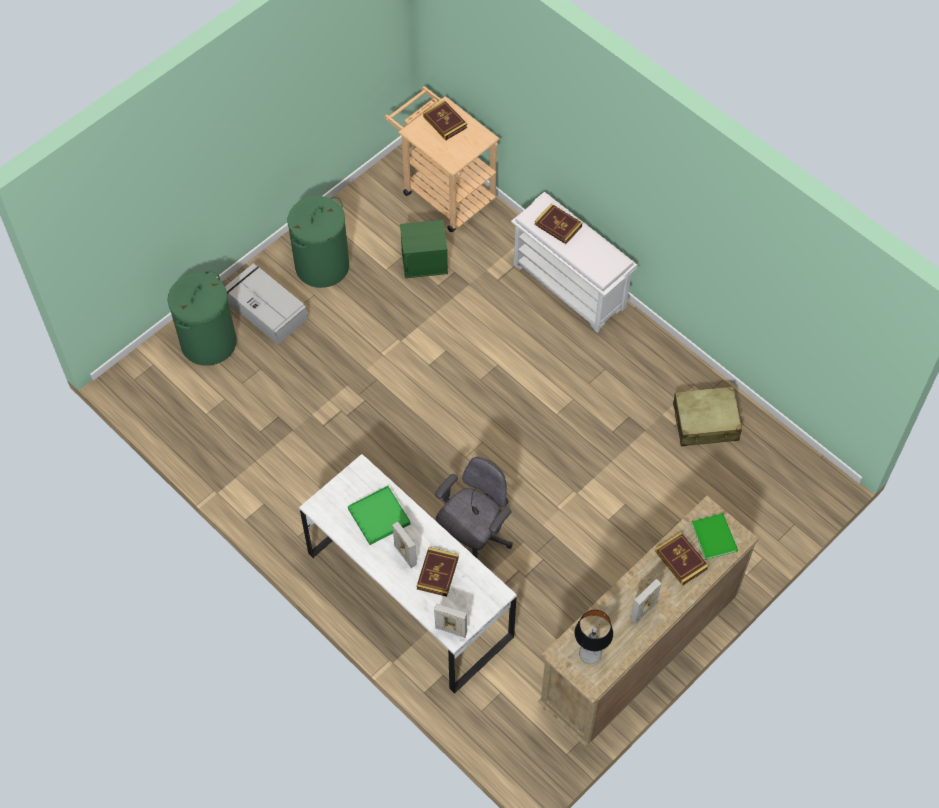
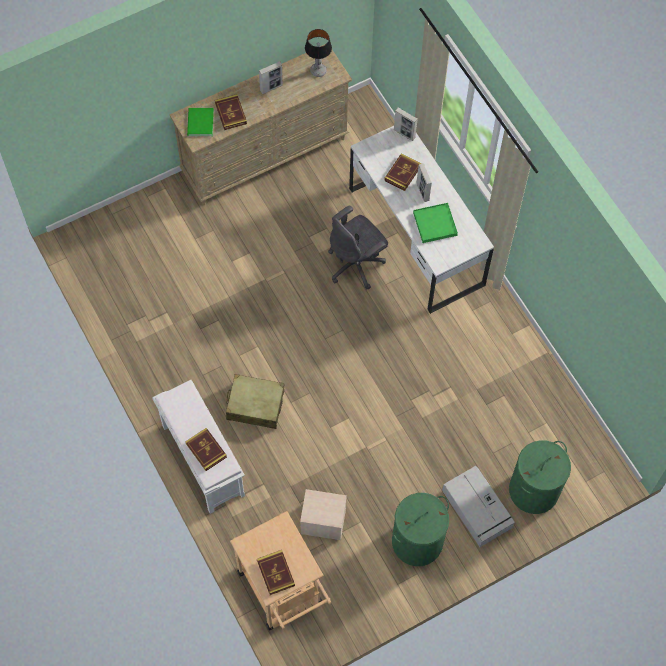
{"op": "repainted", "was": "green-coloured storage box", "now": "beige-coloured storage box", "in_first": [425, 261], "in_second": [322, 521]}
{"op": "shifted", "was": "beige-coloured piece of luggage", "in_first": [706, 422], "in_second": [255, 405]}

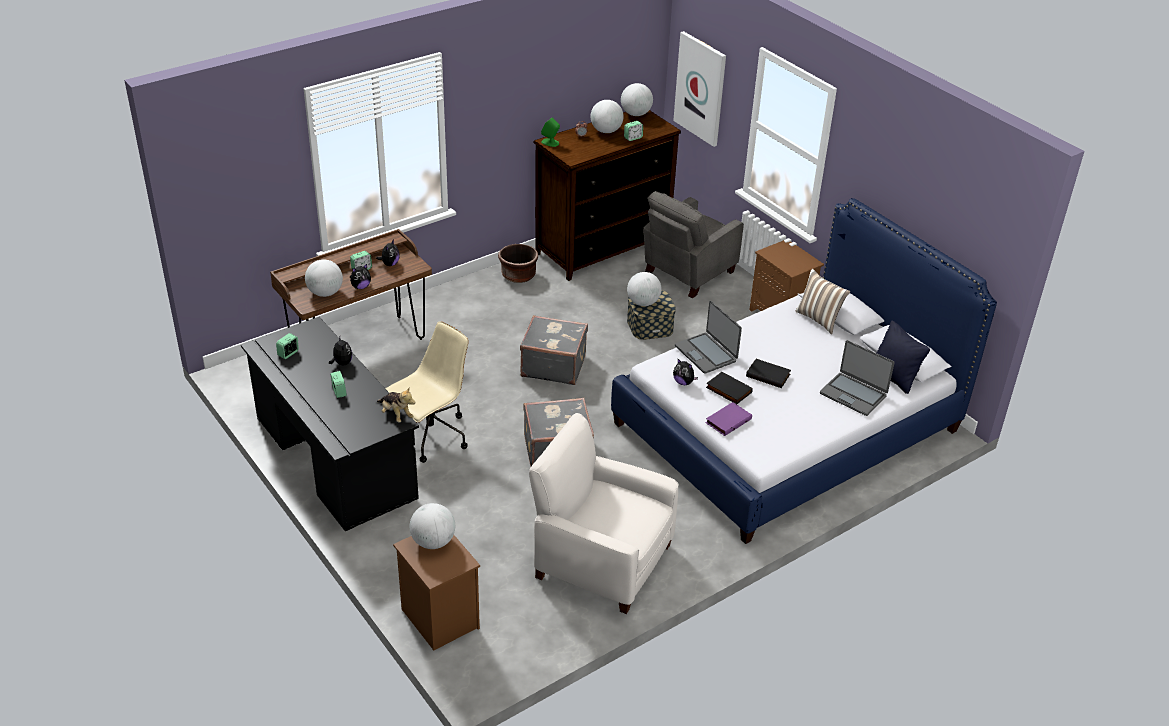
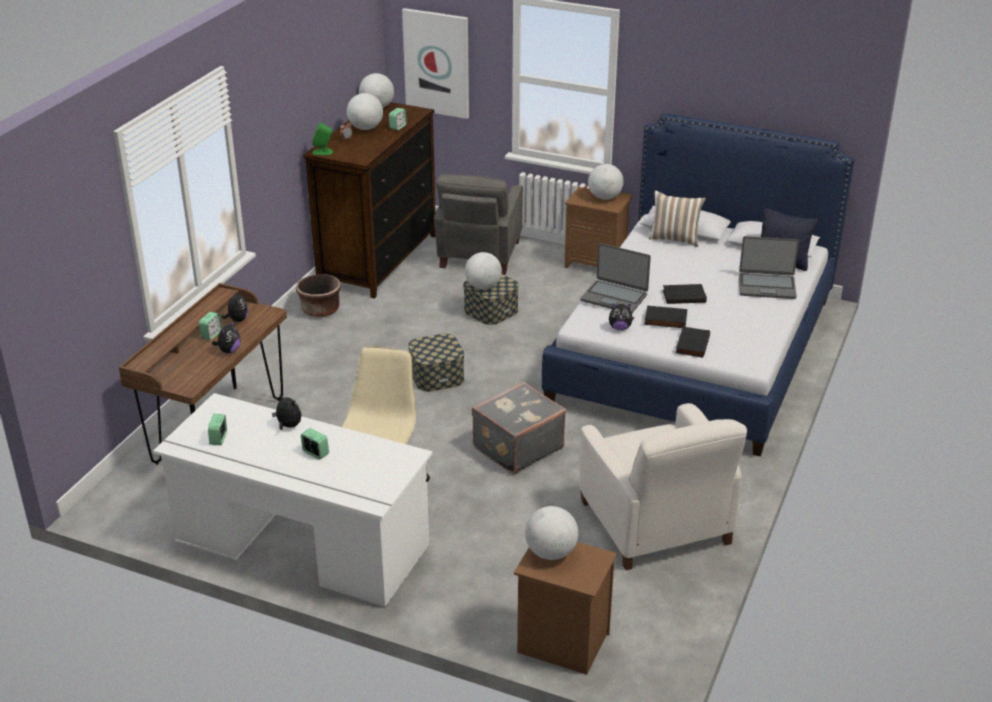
{"op": "repainted", "was": "blackish desk", "now": "whitish desk", "in_first": [335, 459], "in_second": [302, 545]}
{"op": "shifted", "was": "globe", "in_first": [325, 293], "in_second": [605, 197]}
{"op": "gone", "was": "soft toy", "in_first": [396, 414]}
{"op": "swapped", "was": "grey piece of luggage", "now": "storage box", "in_first": [553, 365], "in_second": [436, 376]}
{"op": "rotated", "was": "whitish lounge chair", "in_first": [601, 560], "in_second": [656, 523], "clockwise": -105}
{"op": "repainted", "was": "purple book", "now": "blackish book", "in_first": [728, 420], "in_second": [691, 344]}

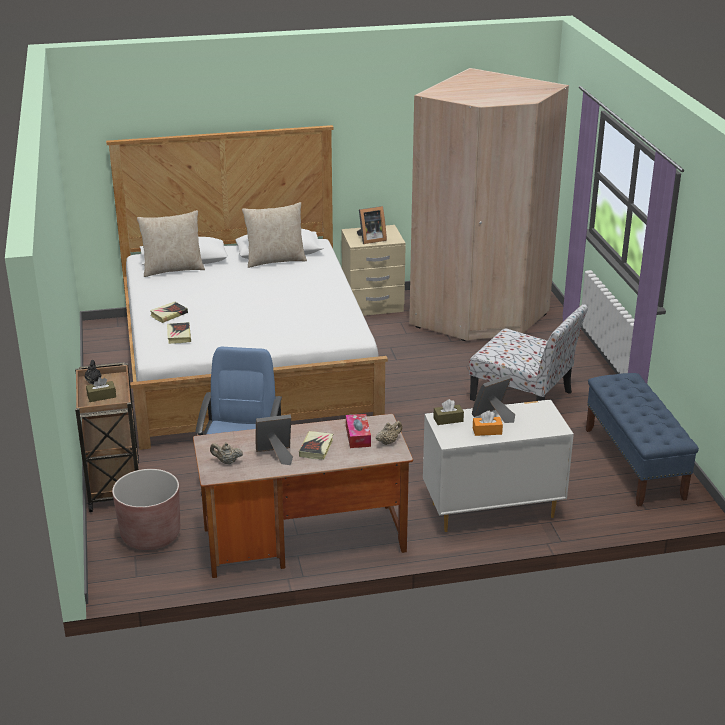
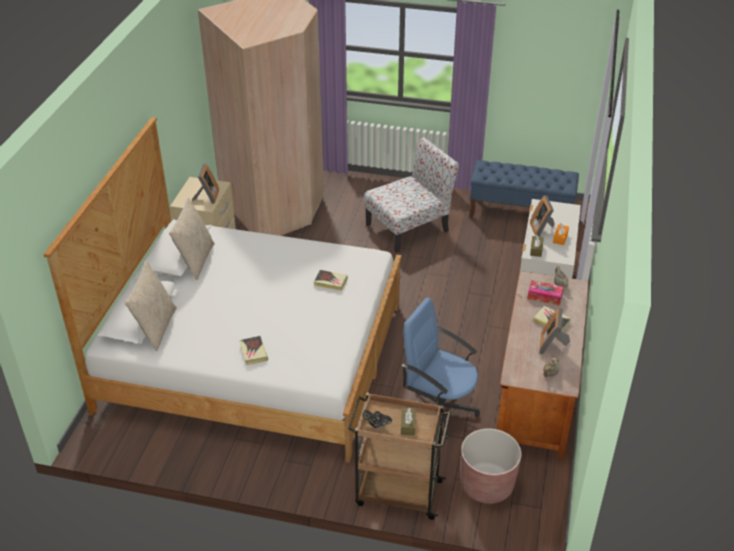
{"op": "shifted", "was": "book", "in_first": [179, 335], "in_second": [330, 282]}

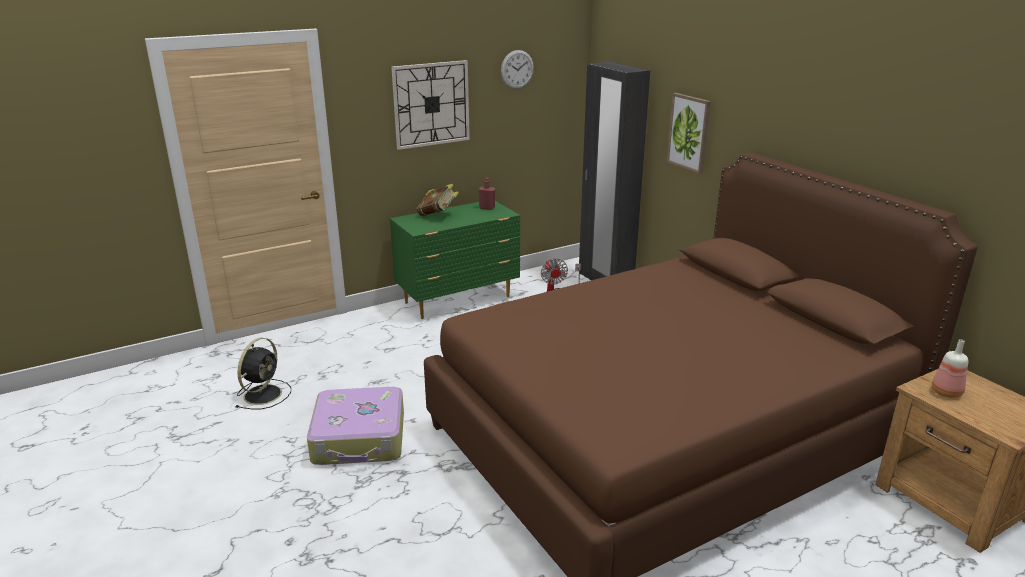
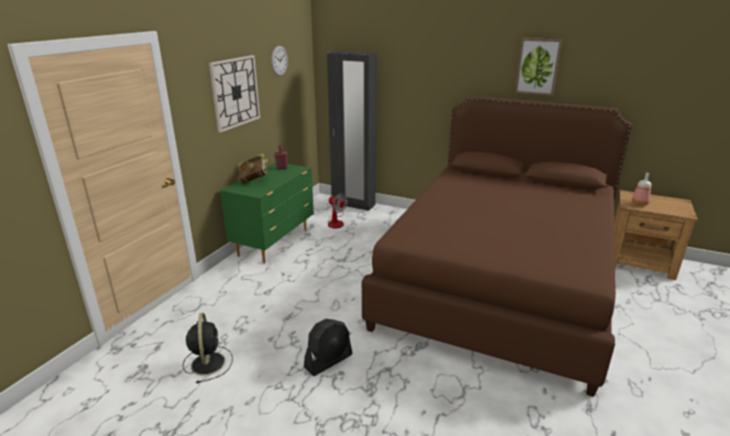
{"op": "swapped", "was": "piece of luggage", "now": "blackish electric fan", "in_first": [360, 438], "in_second": [328, 361]}
{"op": "shifted", "was": "picture", "in_first": [689, 132], "in_second": [537, 66]}

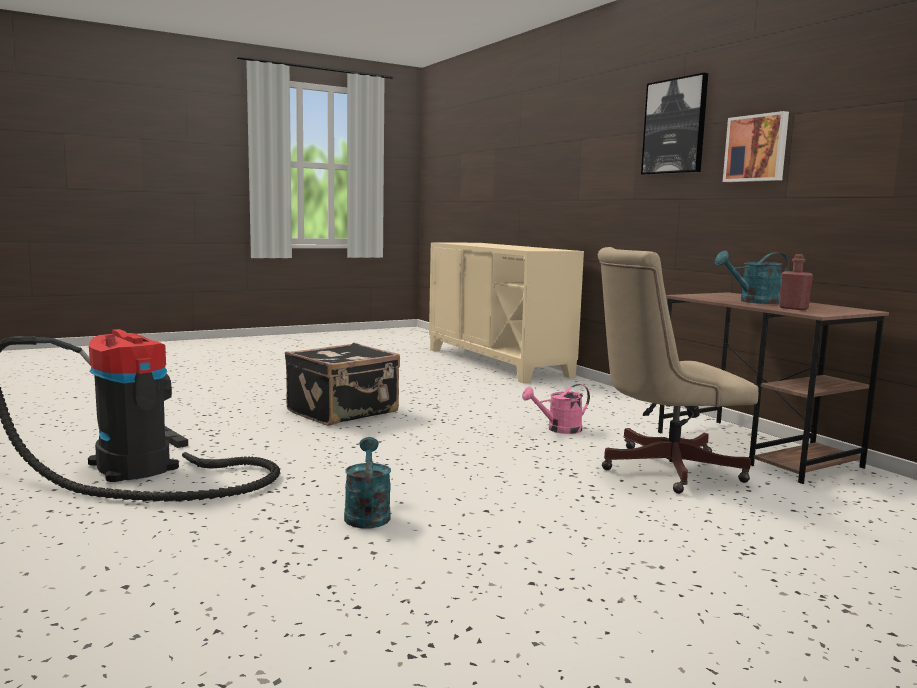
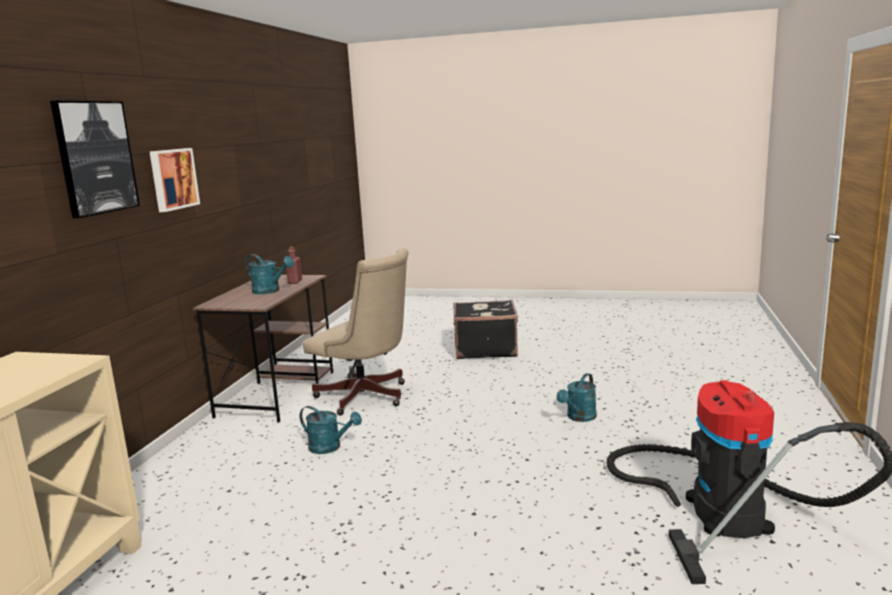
{"op": "shifted", "was": "blackish piece of luggage", "in_first": [344, 412], "in_second": [485, 349]}
{"op": "repainted", "was": "pink-coloured watering pot", "now": "turquoise watering pot", "in_first": [558, 429], "in_second": [330, 447]}

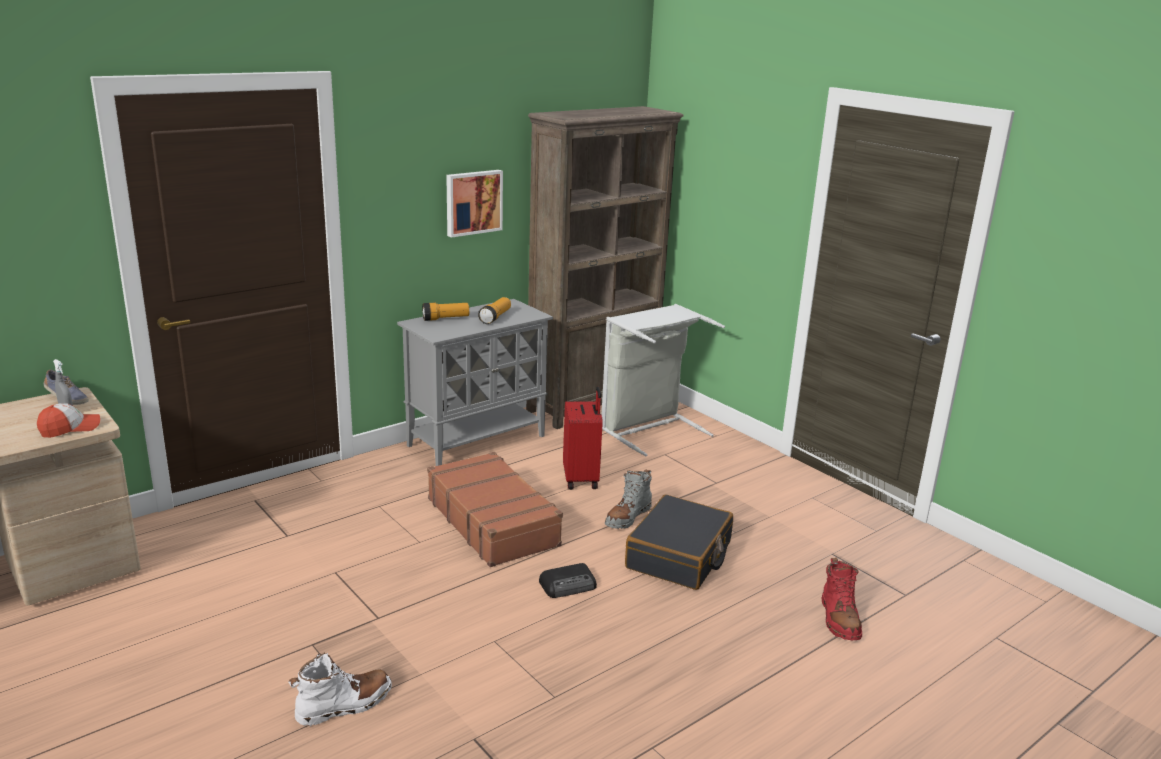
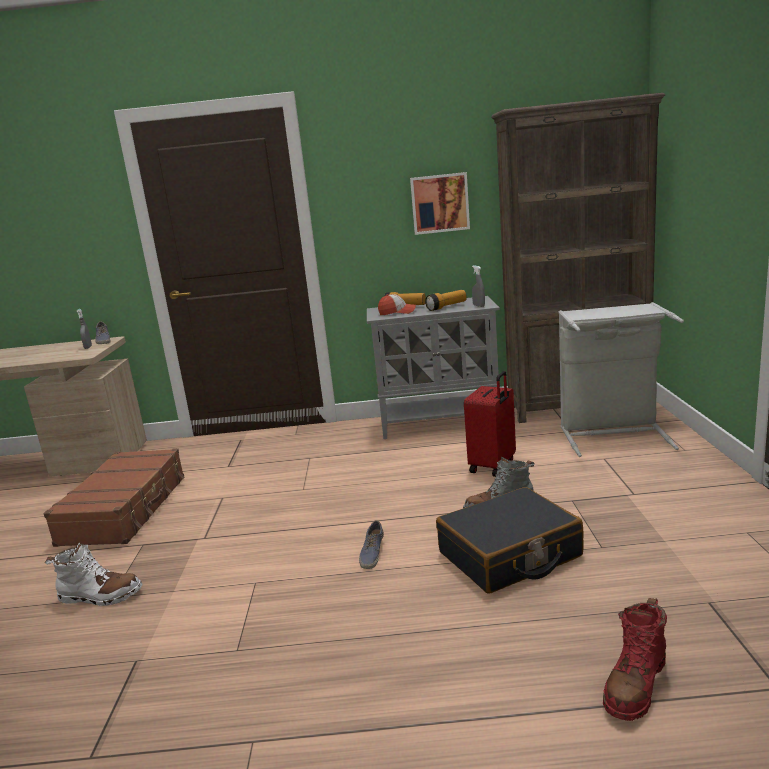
{"op": "shifted", "was": "cap", "in_first": [70, 428], "in_second": [397, 312]}
{"op": "shifted", "was": "brown-coloured piece of luggage", "in_first": [493, 521], "in_second": [126, 509]}
{"op": "swapped", "was": "radio", "now": "shoe", "in_first": [569, 585], "in_second": [372, 553]}
{"op": "new", "now": "grey spray bottle", "in_second": [478, 306]}

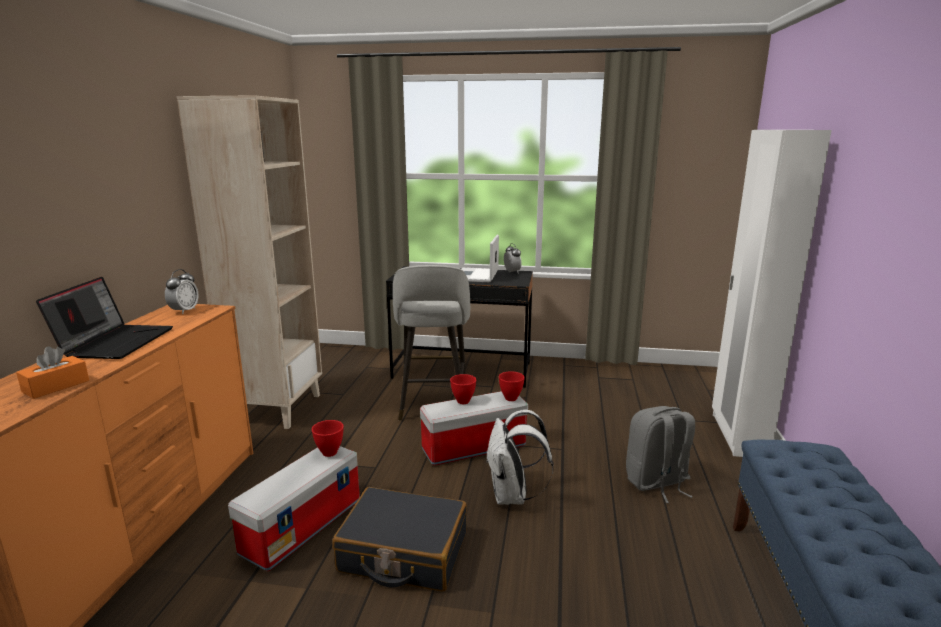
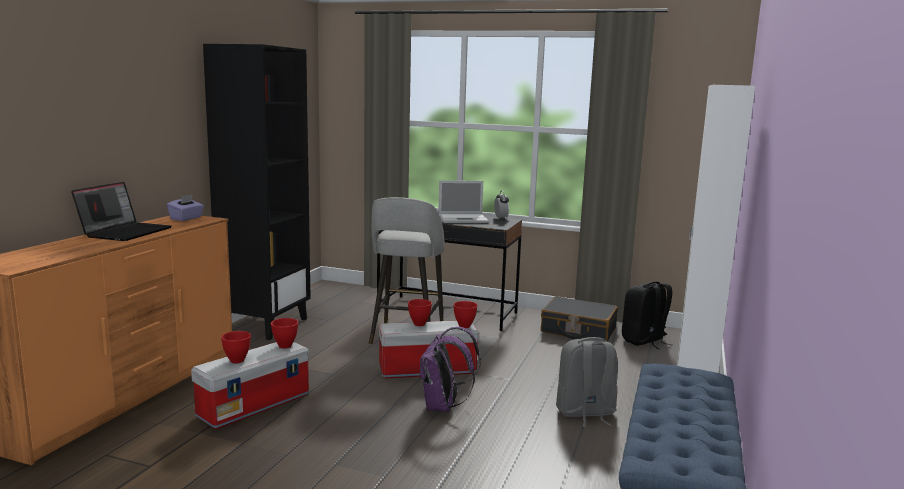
{"op": "gone", "was": "orangey tissue holder", "in_first": [56, 386]}
{"op": "swapped", "was": "bedside clock", "now": "purple tissue holder", "in_first": [184, 311], "in_second": [186, 218]}
{"op": "repainted", "was": "beige-coloured shelving unit", "now": "blackish shelving unit", "in_first": [276, 408], "in_second": [265, 324]}
{"op": "shifted", "was": "blackish piece of luggage", "in_first": [403, 553], "in_second": [578, 330]}
{"op": "rotated", "was": "portable computer", "in_first": [476, 276], "in_second": [464, 219], "clockwise": -120}
{"op": "repainted", "was": "whitish rucksack", "now": "purple rucksack", "in_first": [512, 496], "in_second": [443, 407]}
{"op": "new", "now": "reddish bowl", "in_second": [236, 360]}
{"op": "new", "now": "blackish rucksack", "in_second": [644, 341]}

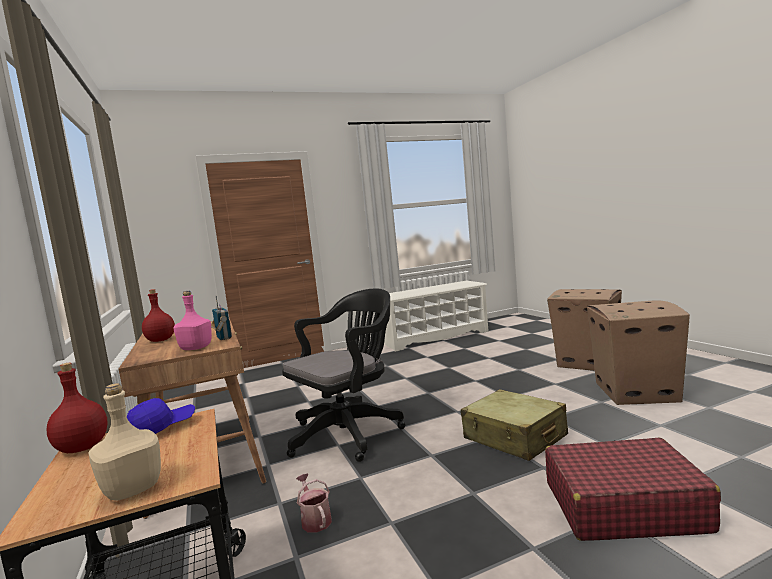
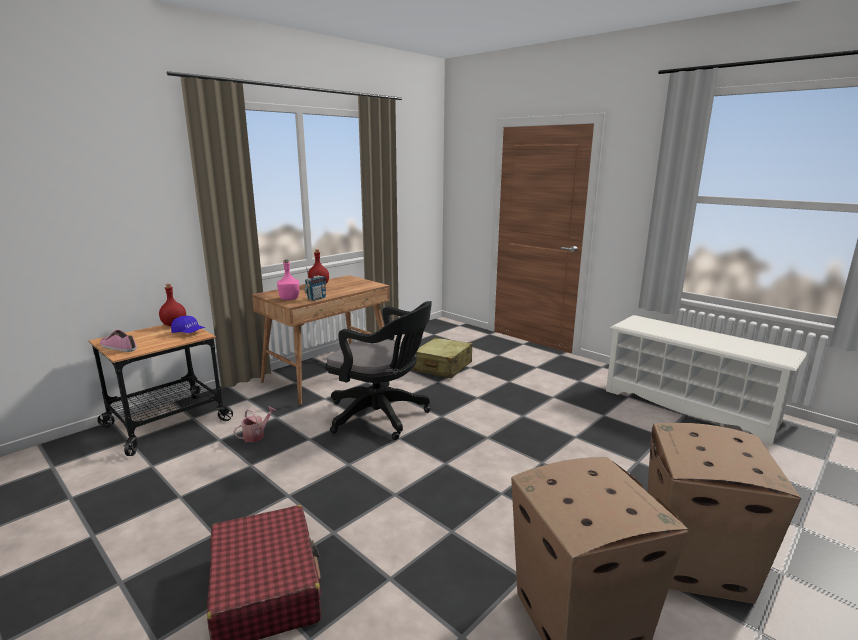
{"op": "swapped", "was": "beige-coloured drink bottle", "now": "shoe", "in_first": [133, 490], "in_second": [119, 347]}
{"op": "shifted", "was": "beige-coloured piece of luggage", "in_first": [514, 437], "in_second": [442, 367]}

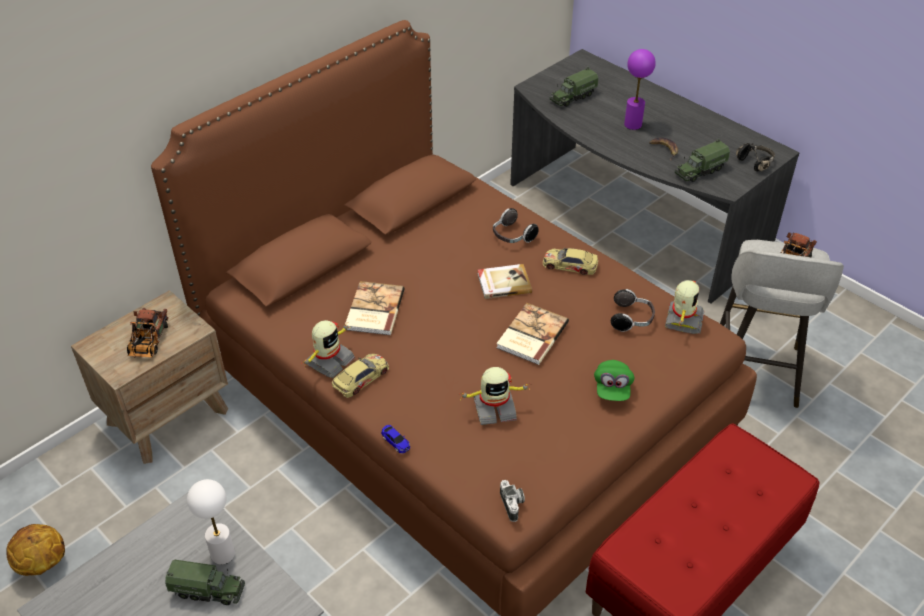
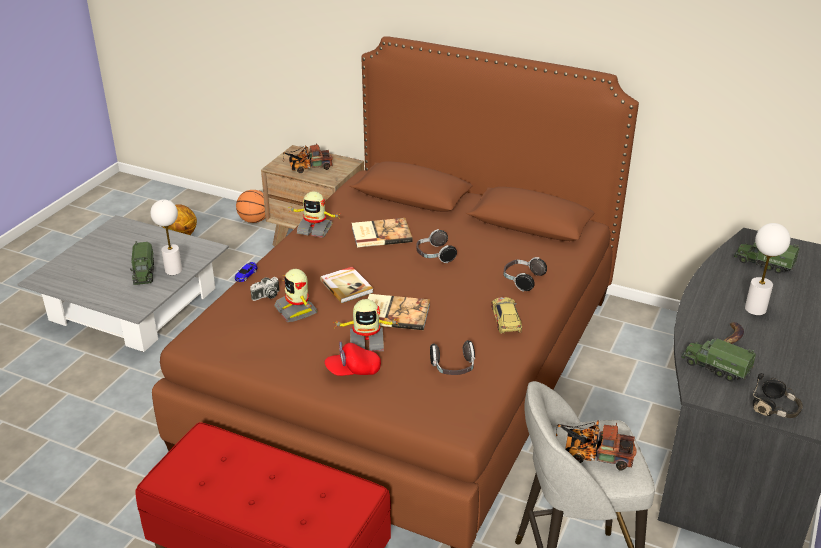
{"op": "gone", "was": "model car", "in_first": [361, 378]}
{"op": "shifted", "was": "book", "in_first": [503, 283], "in_second": [347, 286]}
{"op": "shifted", "was": "photo camera", "in_first": [513, 505], "in_second": [266, 296]}
{"op": "repainted", "was": "green-coloured cap", "now": "reddish cap", "in_first": [612, 388], "in_second": [353, 371]}
{"op": "repainted", "was": "purple tabletop lamp", "now": "whitish tabletop lamp", "in_first": [633, 124], "in_second": [755, 309]}
{"op": "shifted", "was": "model robot", "in_first": [682, 320], "in_second": [366, 341]}
{"op": "new", "now": "basketball ball", "in_second": [254, 220]}
{"op": "new", "now": "headphones", "in_second": [434, 255]}

